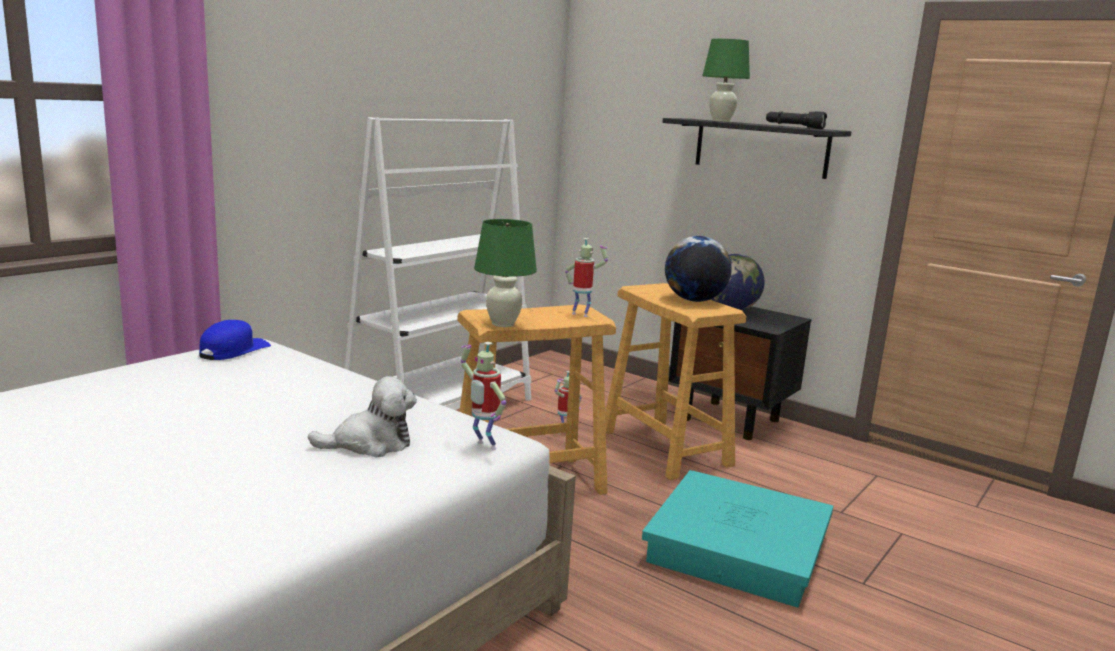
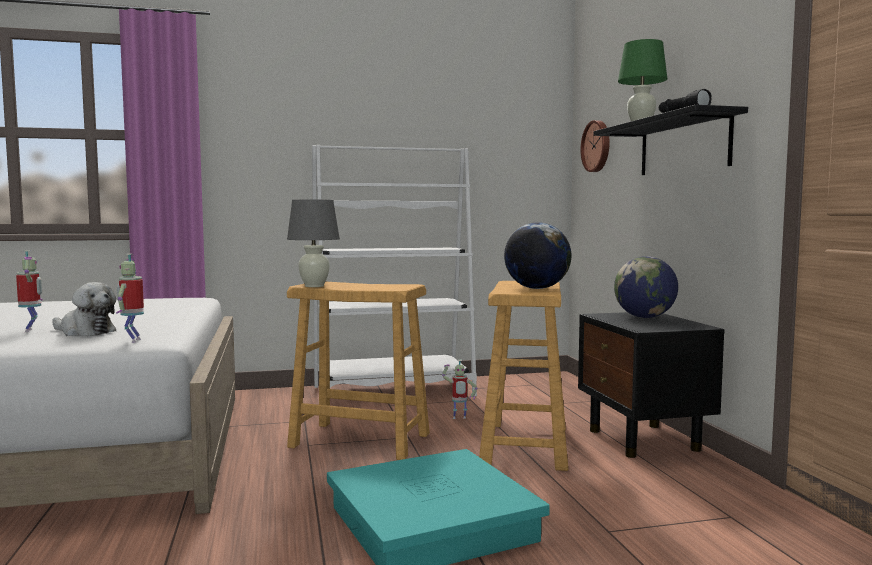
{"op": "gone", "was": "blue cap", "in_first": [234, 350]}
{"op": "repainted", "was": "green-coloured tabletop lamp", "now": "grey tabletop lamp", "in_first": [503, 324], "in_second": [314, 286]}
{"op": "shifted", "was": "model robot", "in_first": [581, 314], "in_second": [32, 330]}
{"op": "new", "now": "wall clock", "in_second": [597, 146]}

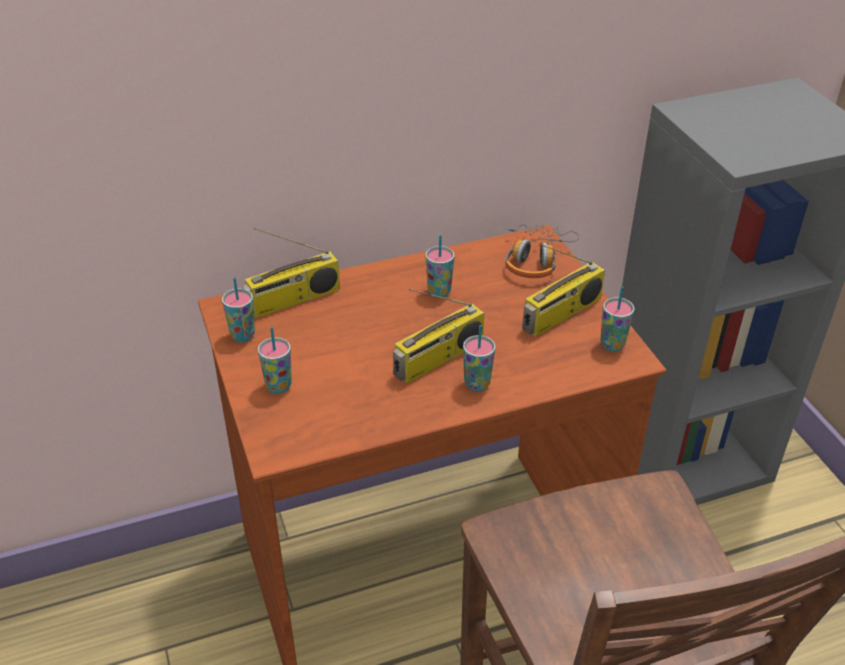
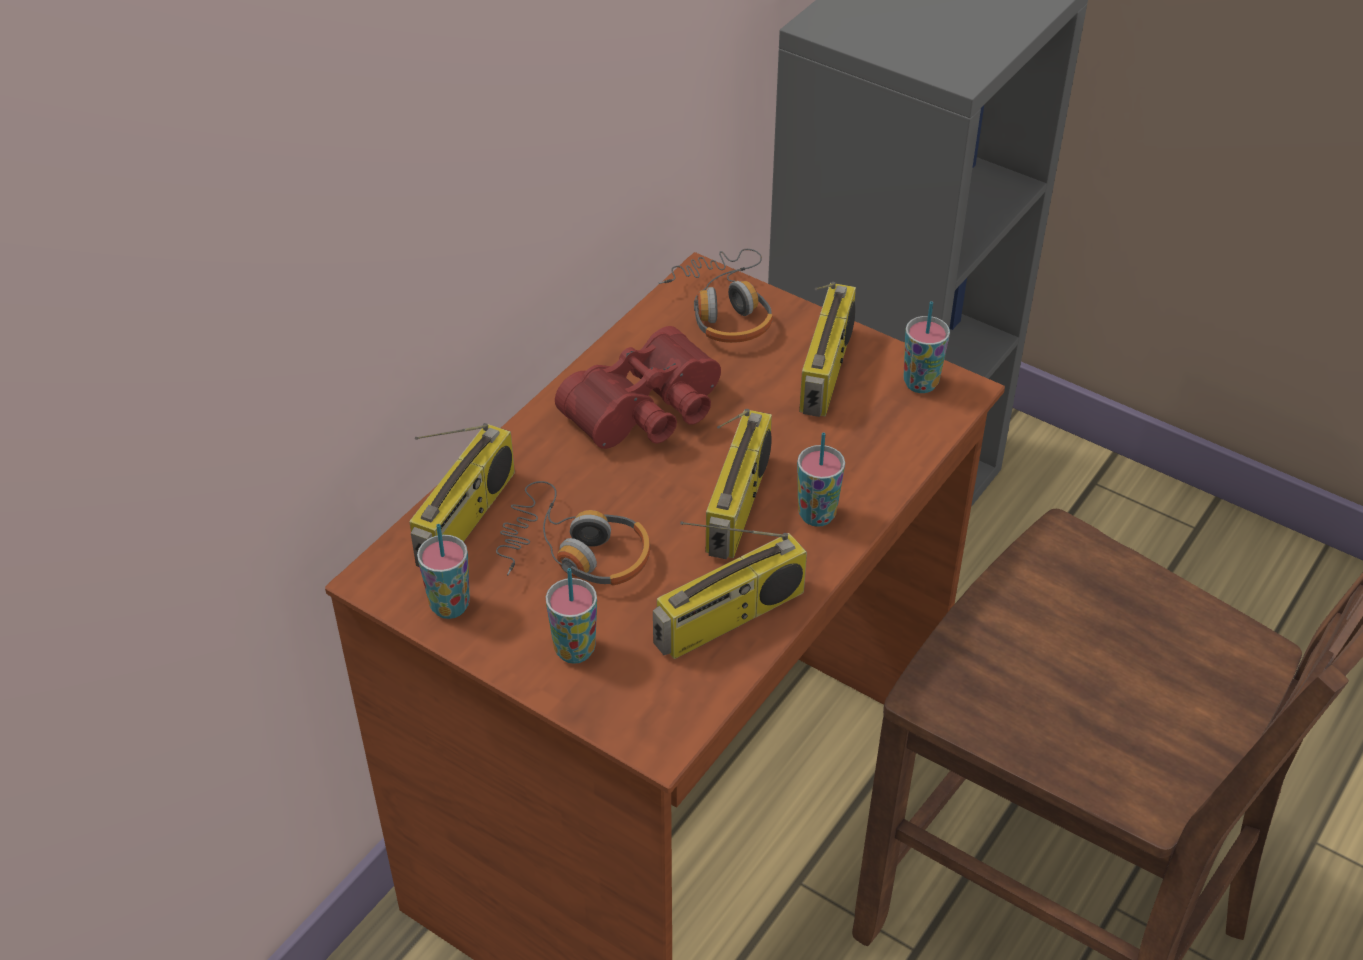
{"op": "swapped", "was": "small cup", "now": "reddish pair of binoculars", "in_first": [439, 292], "in_second": [649, 413]}
{"op": "new", "now": "headphones", "in_second": [575, 552]}
{"op": "new", "now": "radio", "in_second": [729, 619]}

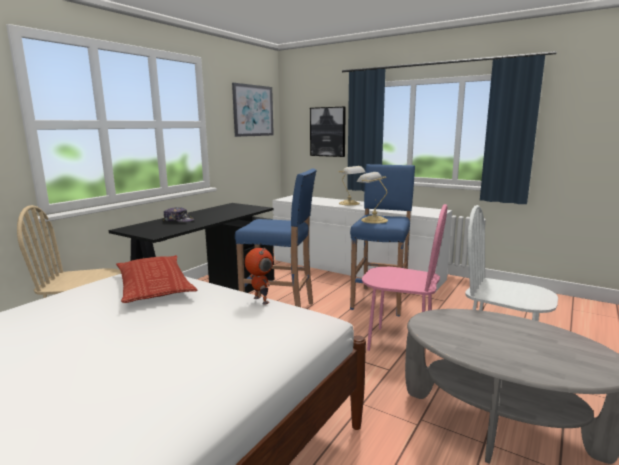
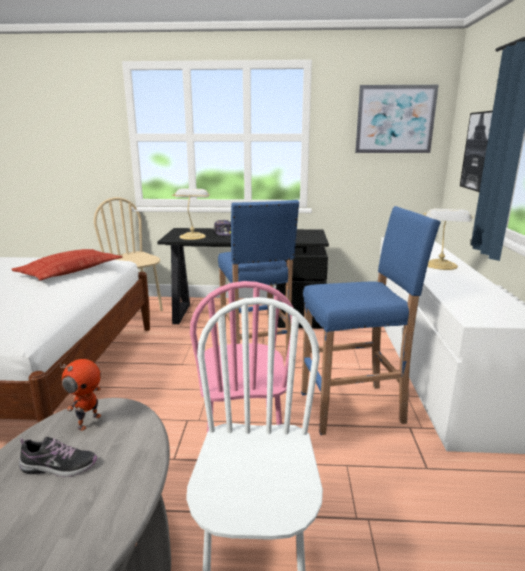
{"op": "shifted", "was": "model robot", "in_first": [260, 300], "in_second": [88, 421]}
{"op": "shifted", "was": "tabletop lamp", "in_first": [373, 220], "in_second": [192, 236]}
{"op": "new", "now": "shoe", "in_second": [59, 467]}

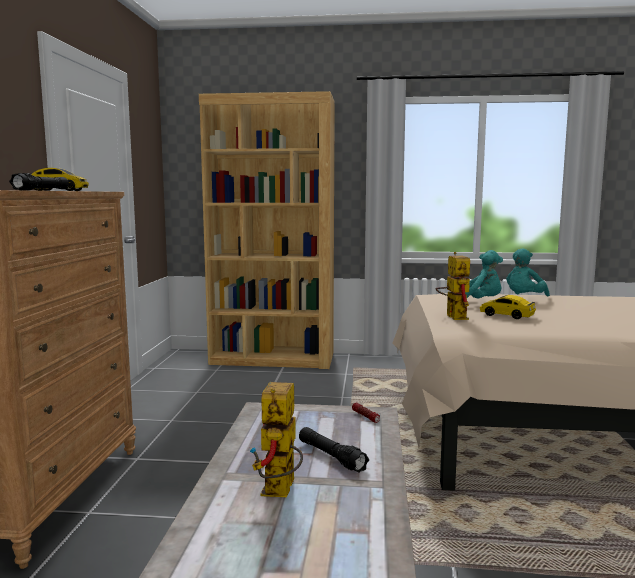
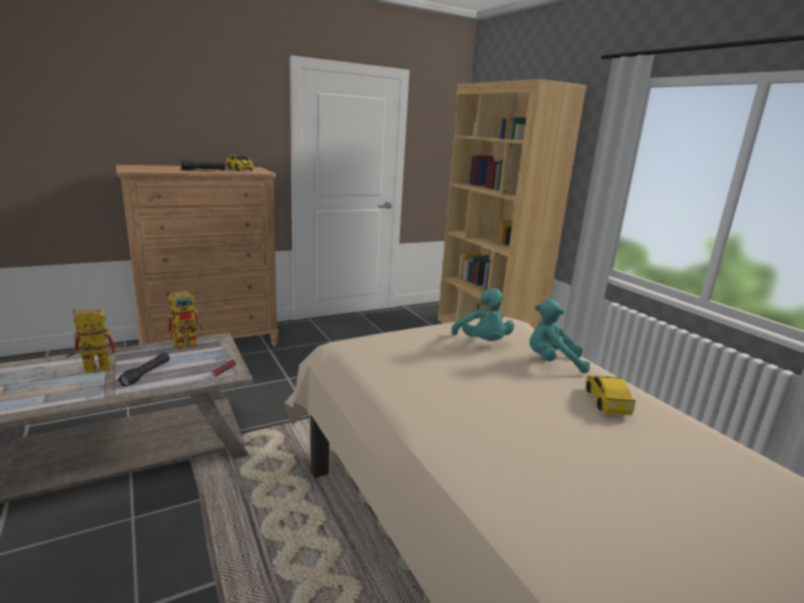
{"op": "shifted", "was": "model robot", "in_first": [452, 316], "in_second": [190, 343]}
{"op": "shifted", "was": "model car", "in_first": [506, 315], "in_second": [606, 401]}

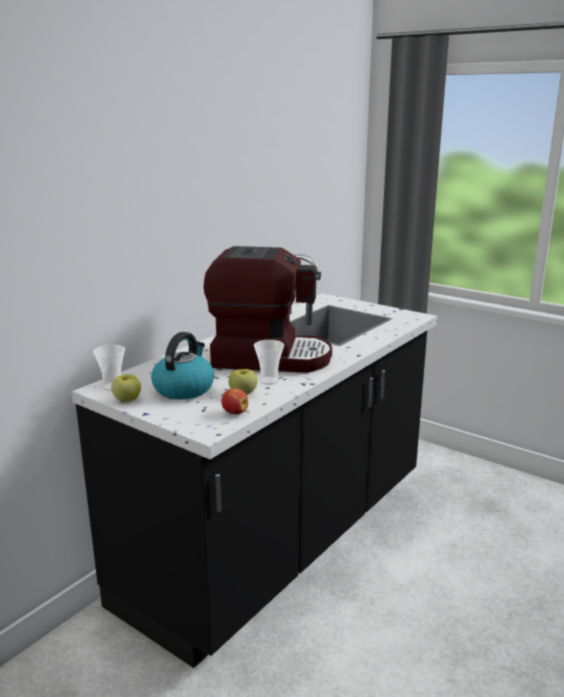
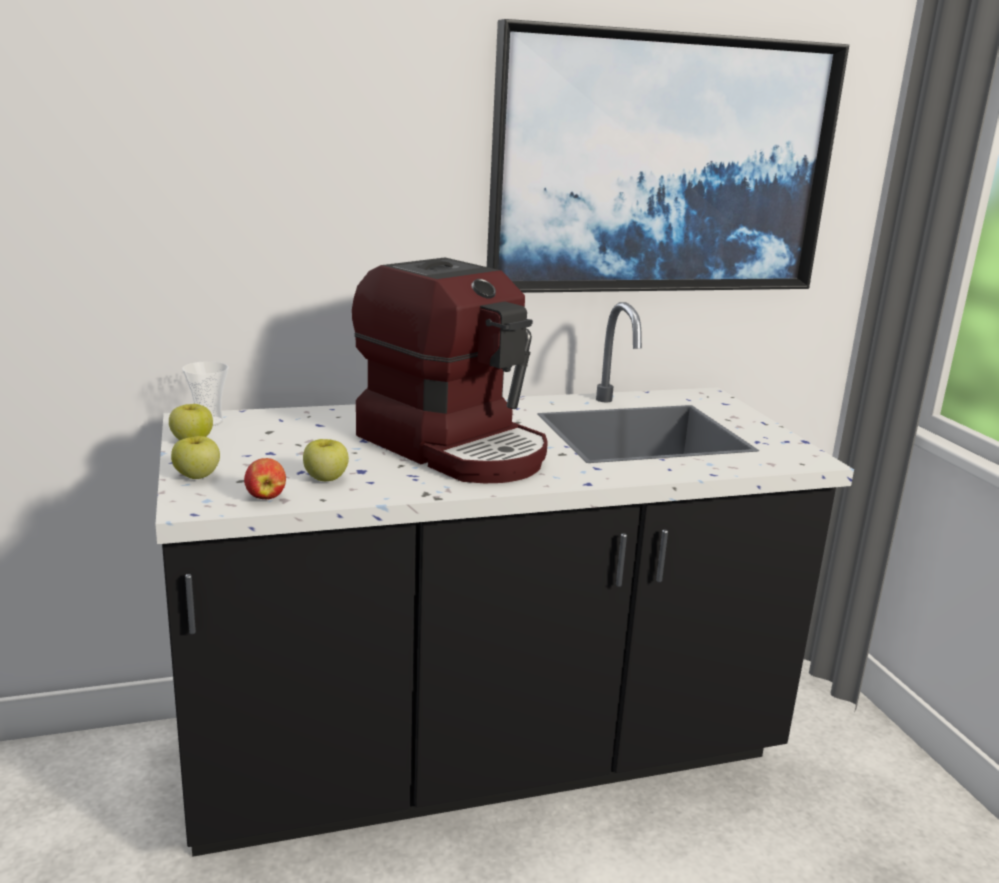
{"op": "gone", "was": "kettle", "in_first": [184, 388]}
{"op": "gone", "was": "small cup", "in_first": [269, 381]}
{"op": "new", "now": "apple fruit", "in_second": [197, 476]}
{"op": "new", "now": "picture", "in_second": [662, 165]}

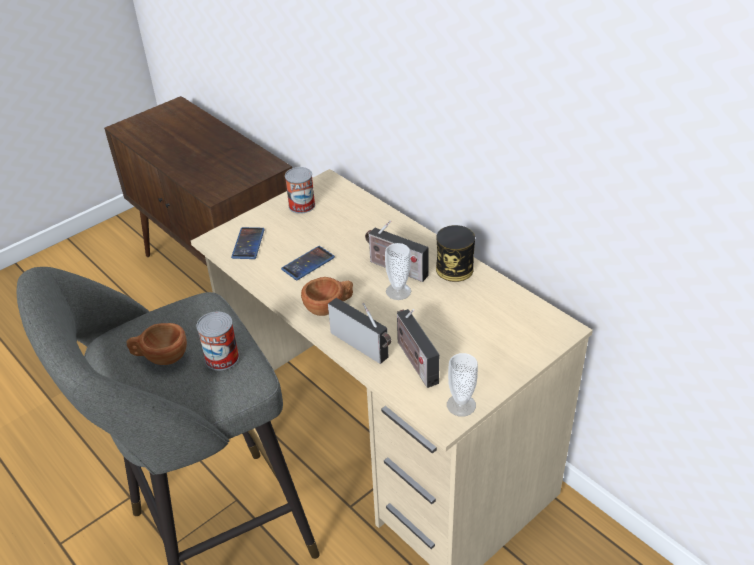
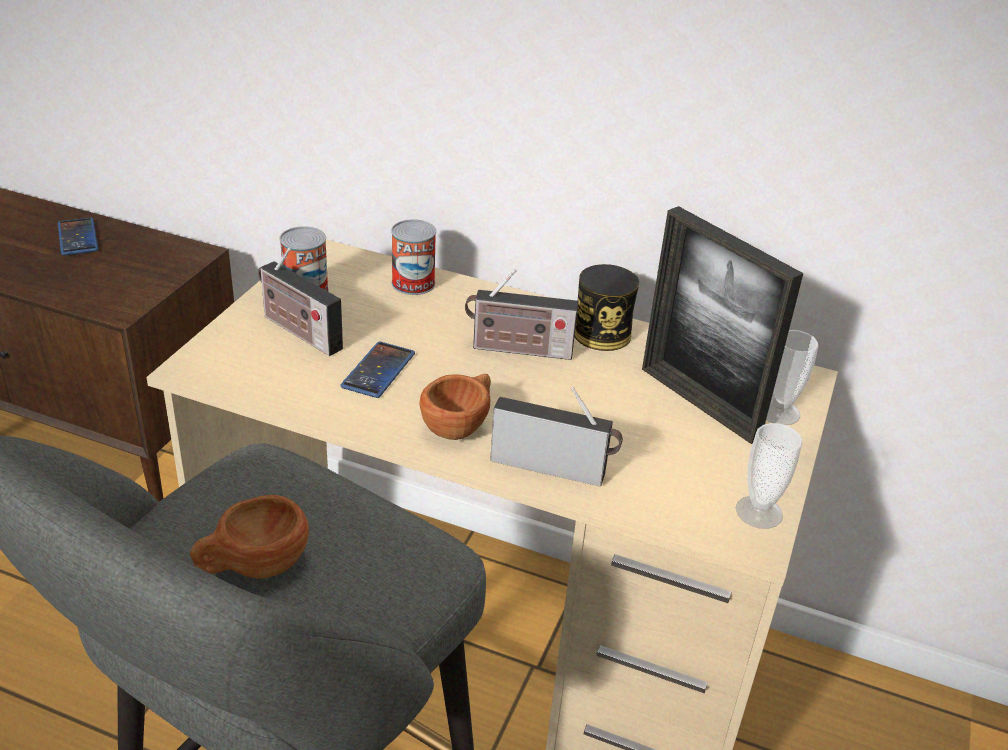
{"op": "shifted", "was": "can", "in_first": [222, 358], "in_second": [413, 283]}
{"op": "shifted", "was": "handset", "in_first": [248, 244], "in_second": [77, 237]}
{"op": "shifted", "was": "small cup", "in_first": [398, 291], "in_second": [779, 412]}
{"op": "shifted", "was": "radio", "in_first": [415, 360], "in_second": [298, 331]}
{"op": "new", "now": "standing frame", "in_second": [699, 402]}

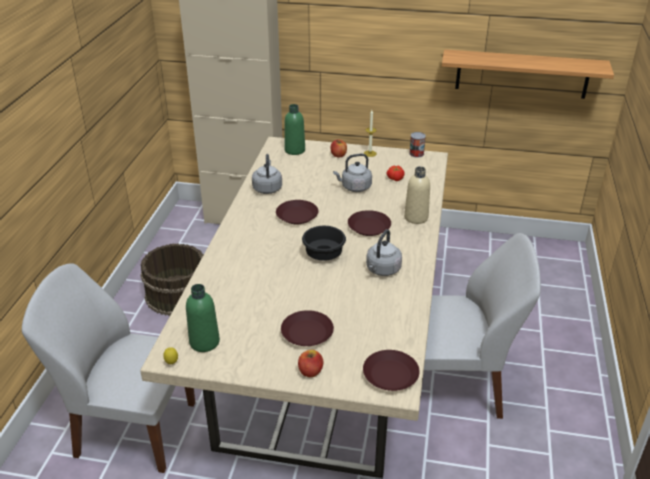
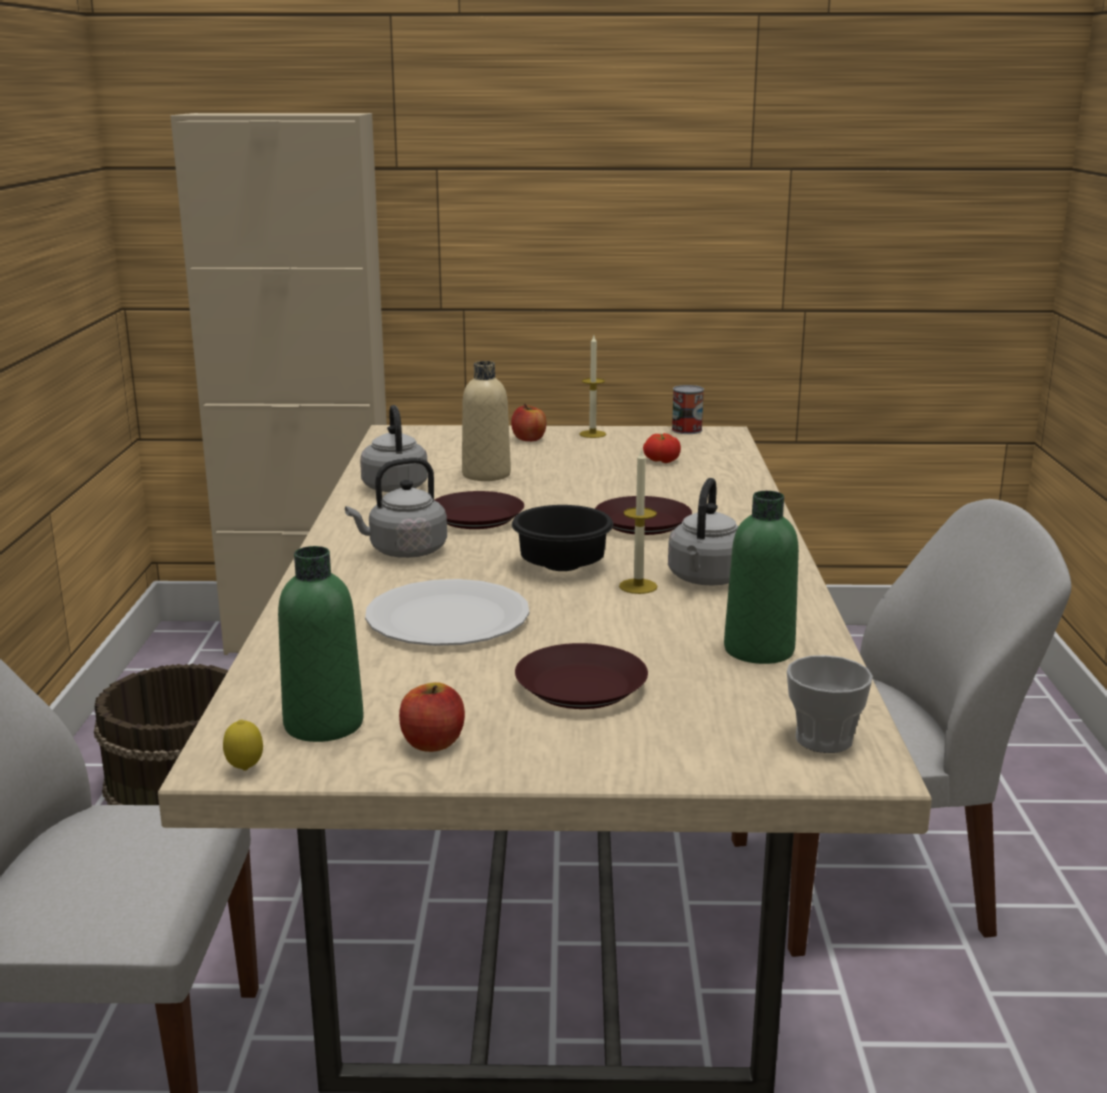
{"op": "shifted", "was": "green-coloured drink bottle", "in_first": [294, 150], "in_second": [759, 650]}
{"op": "shifted", "was": "apple fruit", "in_first": [310, 371], "in_second": [432, 743]}
{"op": "shifted", "was": "grey kettle", "in_first": [354, 187], "in_second": [404, 552]}
{"op": "swapped", "was": "brown-coloured dinner plate", "now": "small cup", "in_first": [390, 374], "in_second": [824, 739]}
{"op": "shifted", "was": "beige-coloured drink bottle", "in_first": [416, 217], "in_second": [486, 475]}
{"op": "gone", "was": "wall shelf", "in_first": [522, 74]}
{"op": "new", "now": "whitish dinner plate", "in_second": [448, 618]}
{"op": "new", "now": "candle", "in_second": [638, 586]}

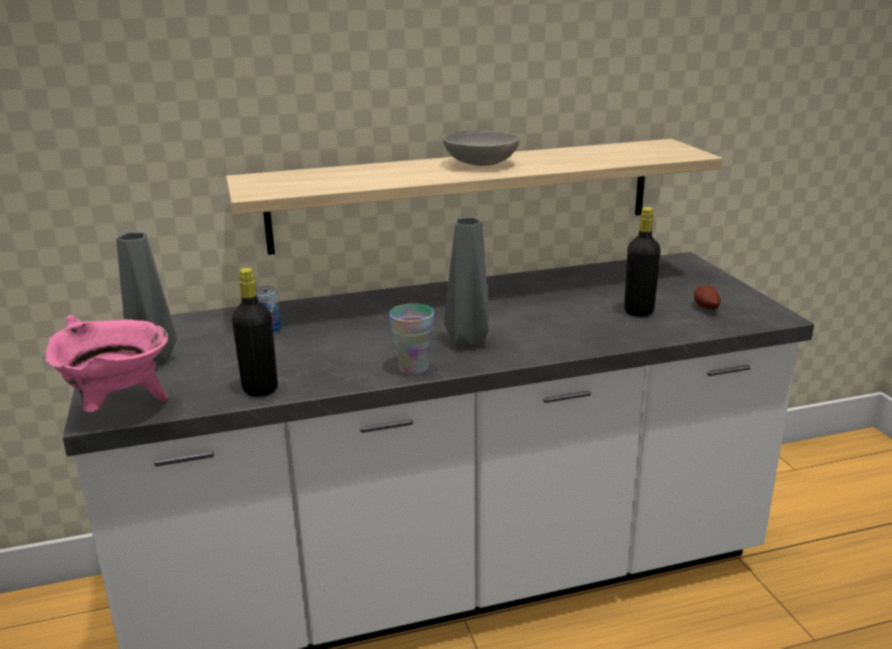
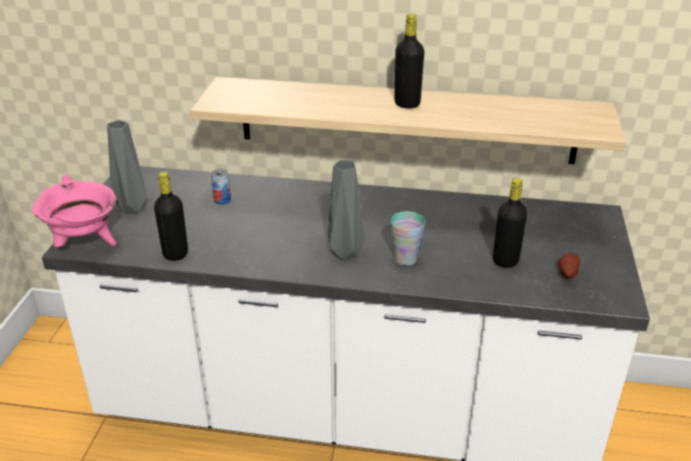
{"op": "shifted", "was": "small cup", "in_first": [413, 368], "in_second": [405, 259]}
{"op": "swapped", "was": "grey bowl", "now": "blackish drink bottle", "in_first": [480, 164], "in_second": [407, 103]}

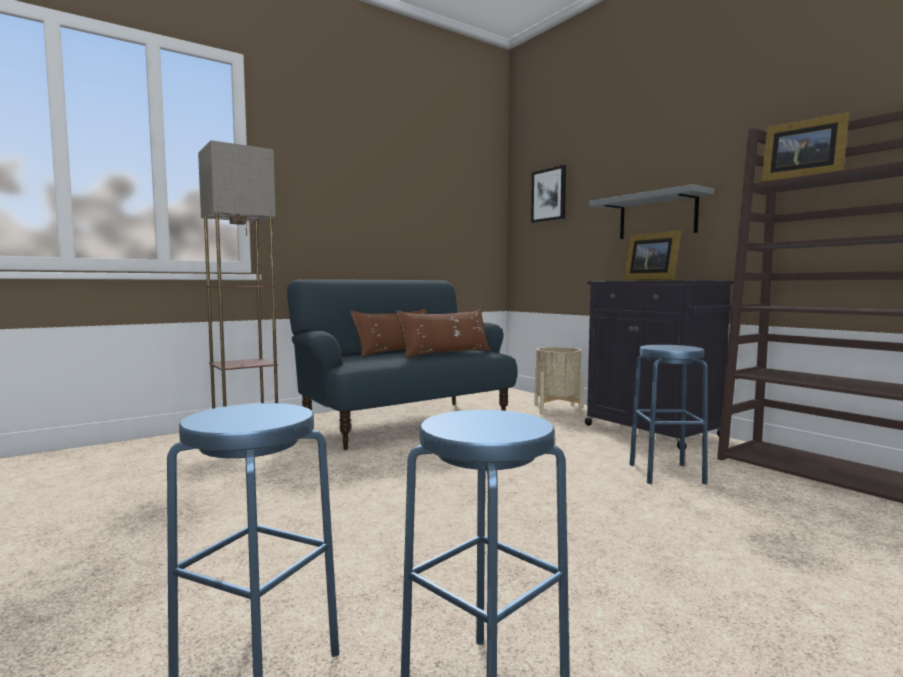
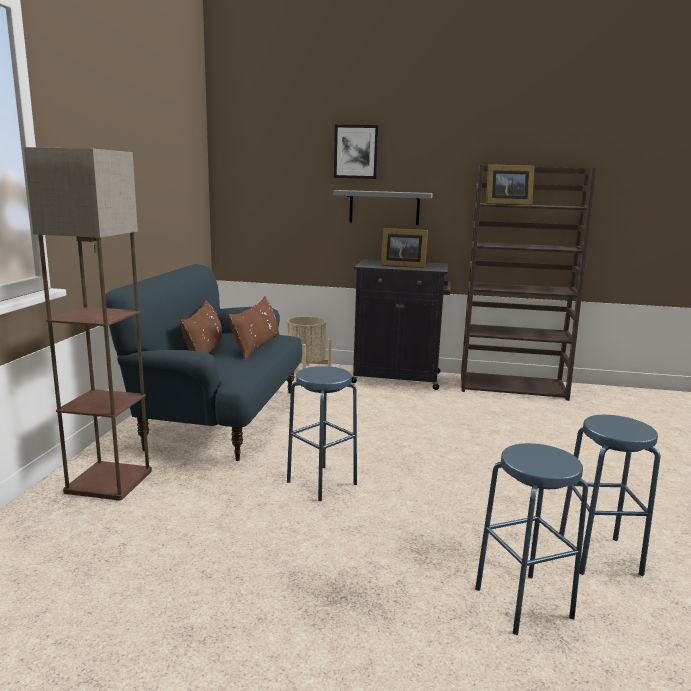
{"op": "shifted", "was": "picture", "in_first": [549, 195], "in_second": [356, 152]}
{"op": "shifted", "was": "blue sitting stool", "in_first": [666, 473], "in_second": [322, 482]}

